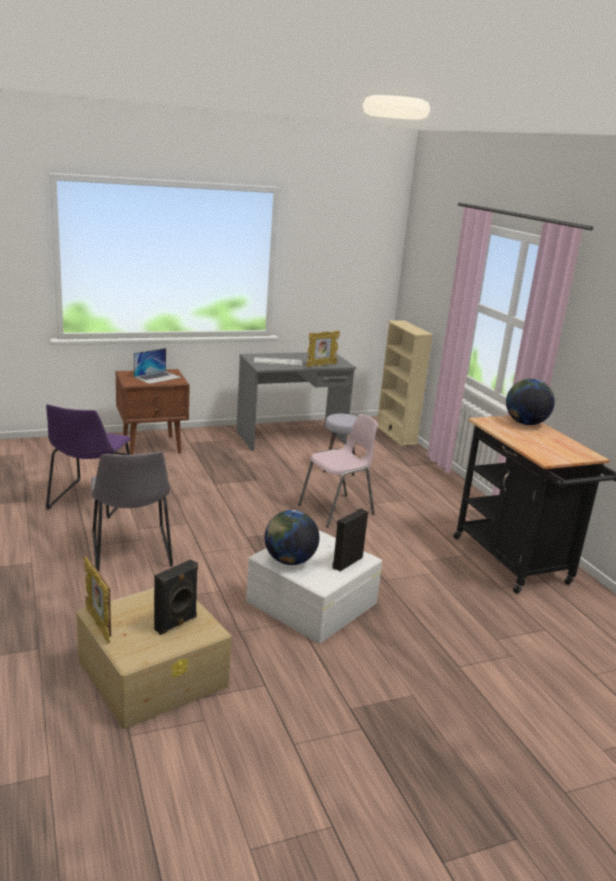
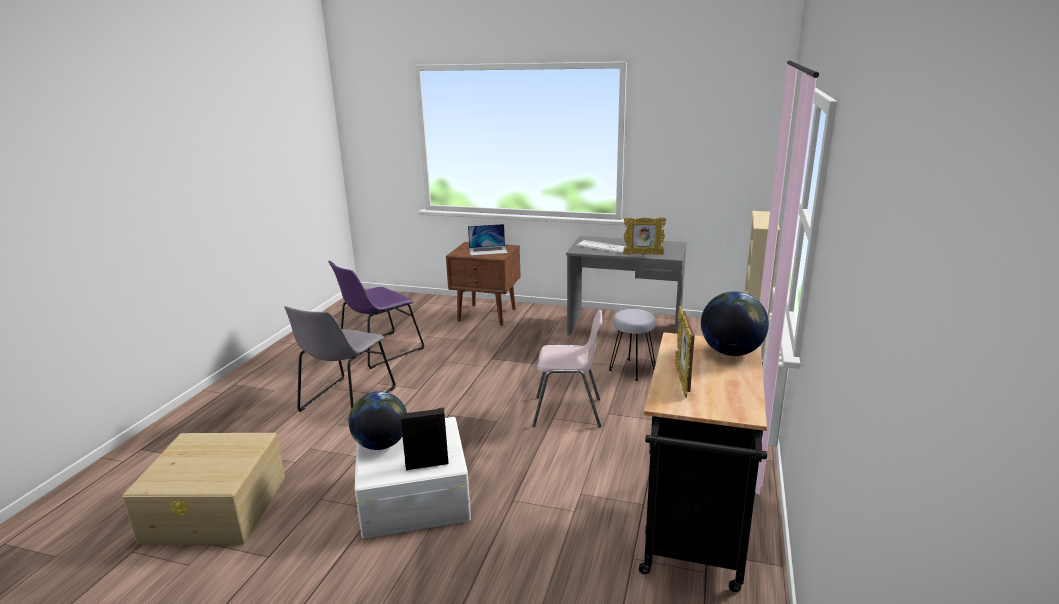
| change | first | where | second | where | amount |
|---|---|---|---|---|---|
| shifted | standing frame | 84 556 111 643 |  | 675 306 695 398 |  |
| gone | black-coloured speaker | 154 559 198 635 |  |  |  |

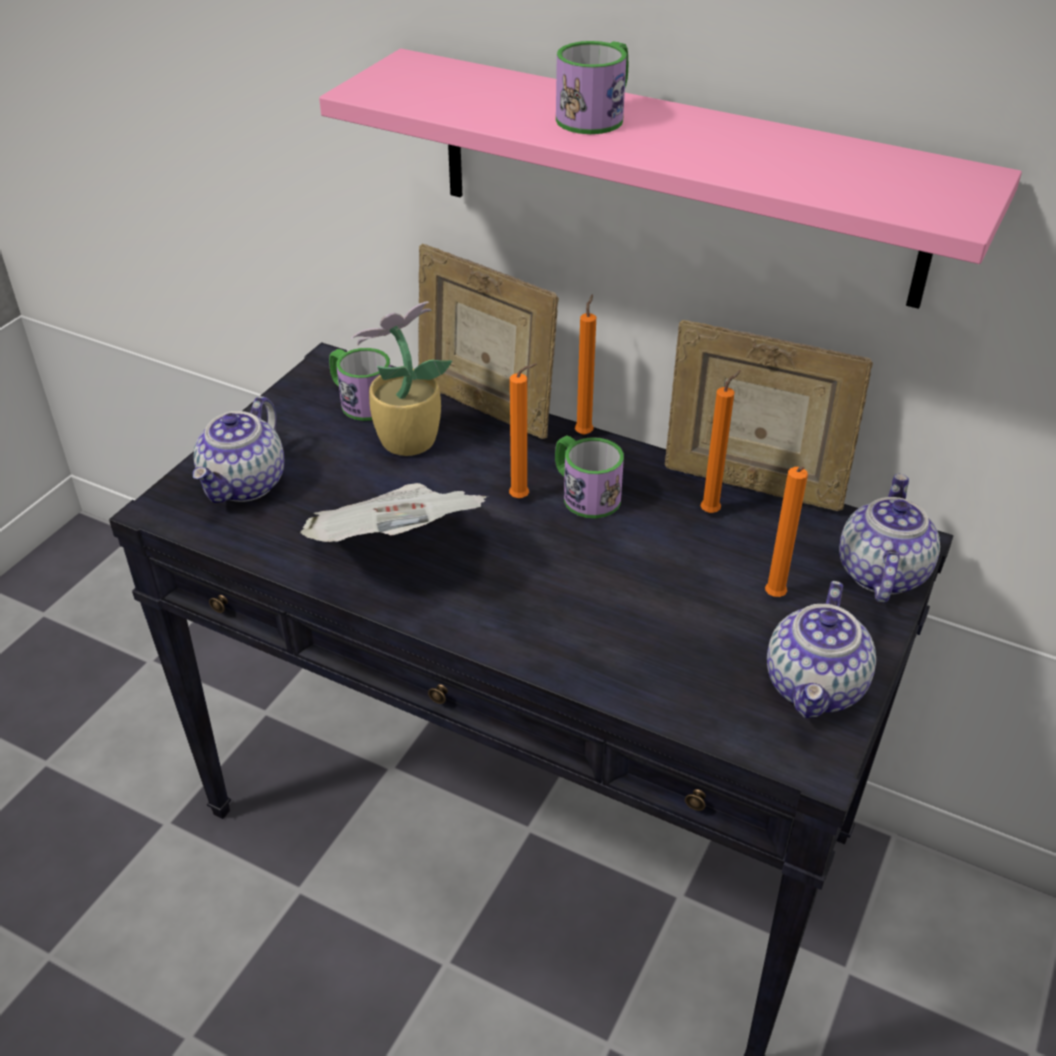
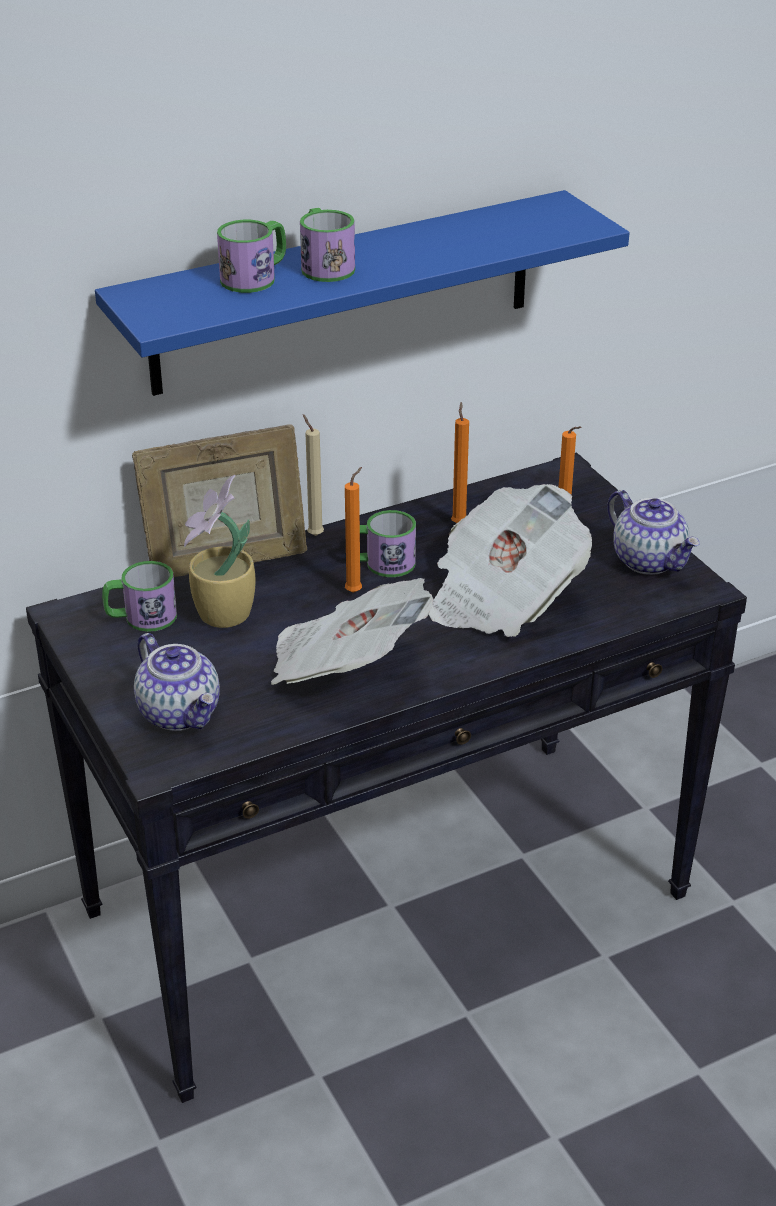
| change | first | where | second | where | amount |
|---|---|---|---|---|---|
| repainted | pink shelf | 319 49 1022 309 | bluish shelf | 95 190 629 396 |  |
| repainted | orange candle | 575 294 596 435 | beige candle | 303 414 324 536 |  |
| gone | standing frame | 665 320 873 511 |  |  |  |
| gone | tea pot | 839 474 940 603 |  |  |  |
| new |  |  | mug | 217 220 286 293 |  |
| new |  |  | daily paper | 429 484 592 637 |  |

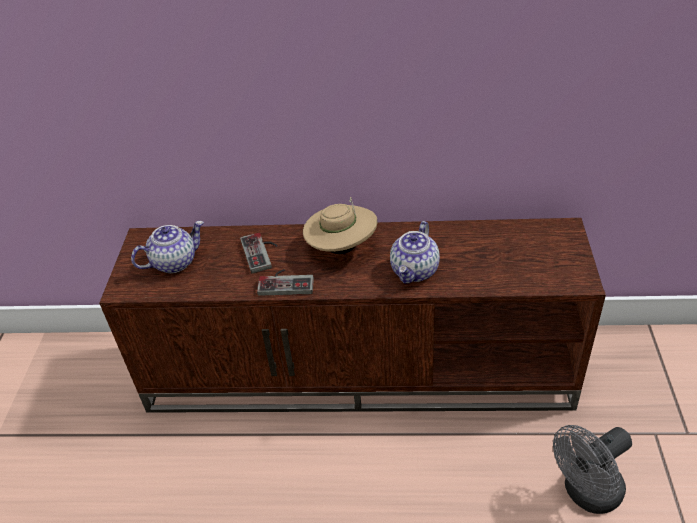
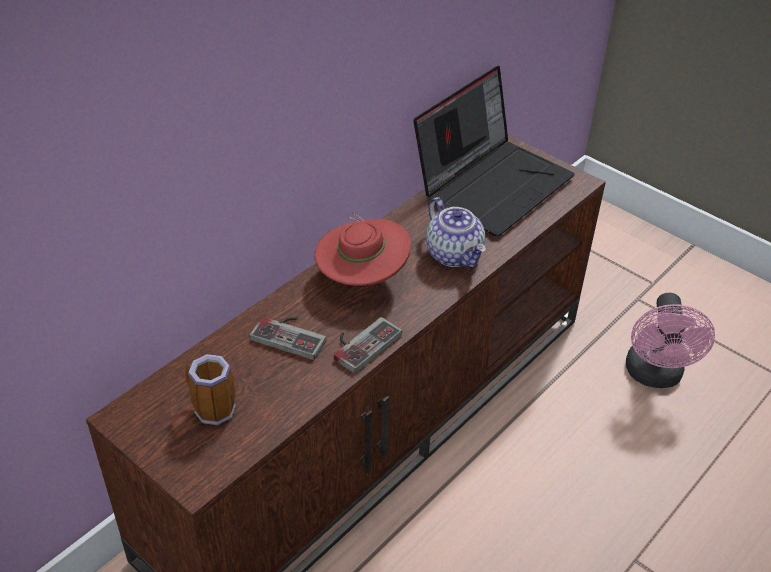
| change | first | where | second | where | amount |
|---|---|---|---|---|---|
| repainted | beige hat | 303 197 378 254 | reddish hat | 314 212 411 287 |  |
| swapped | tea pot | 131 221 204 273 | mug | 185 354 236 425 |  |
| repainted | gray fan | 553 425 632 514 | pink fan | 626 293 715 388 |  |
| new |  |  | notebook computer | 413 66 575 237 |  |

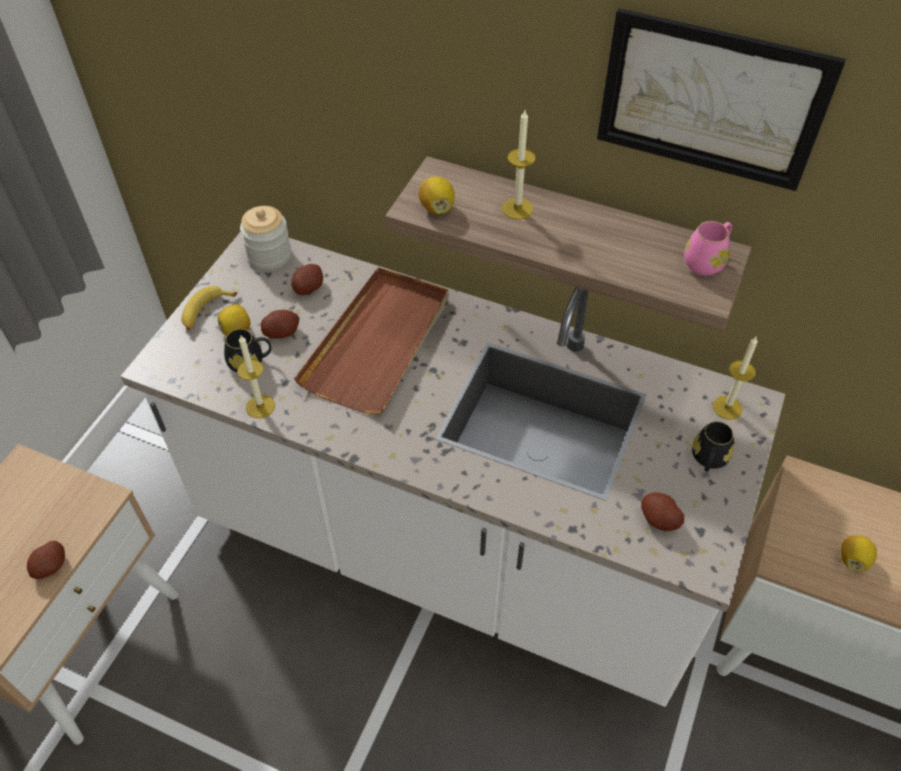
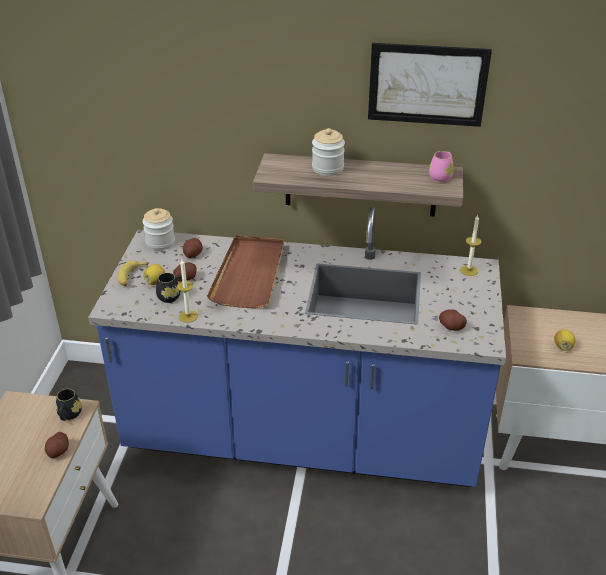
| change | first | where | second | where | amount |
|---|---|---|---|---|---|
| swapped | candle | 502 110 535 219 | jar | 312 128 345 176 |  |
| gone | citrus fruit | 418 176 455 214 |  |  |  |
| repainted | white kitchen counter | 120 232 785 707 | bluish kitchen counter | 88 207 506 487 |  |
| shifted | black-coloured mug | 692 421 734 472 |  | 56 389 82 421 |  |

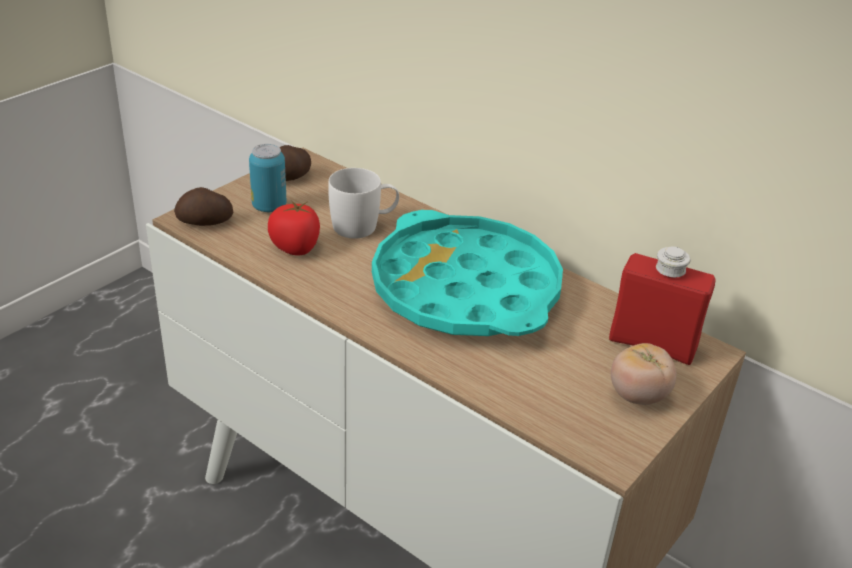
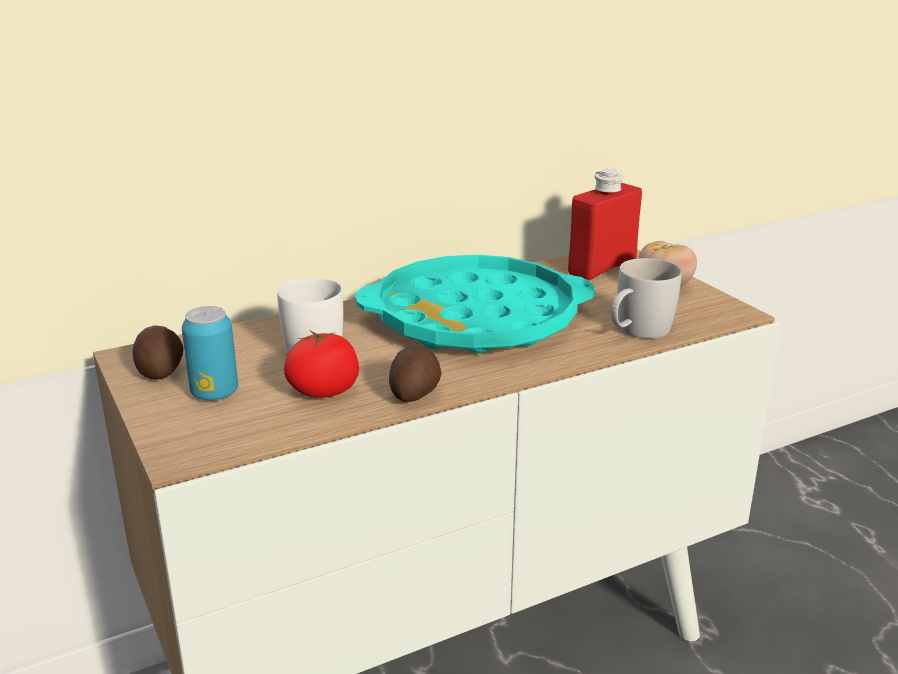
| change | first | where | second | where | amount |
|---|---|---|---|---|---|
| shifted | whole potato | 174 187 233 226 |  | 389 346 442 402 |  |
| new |  |  | white mug | 611 258 682 339 |  |

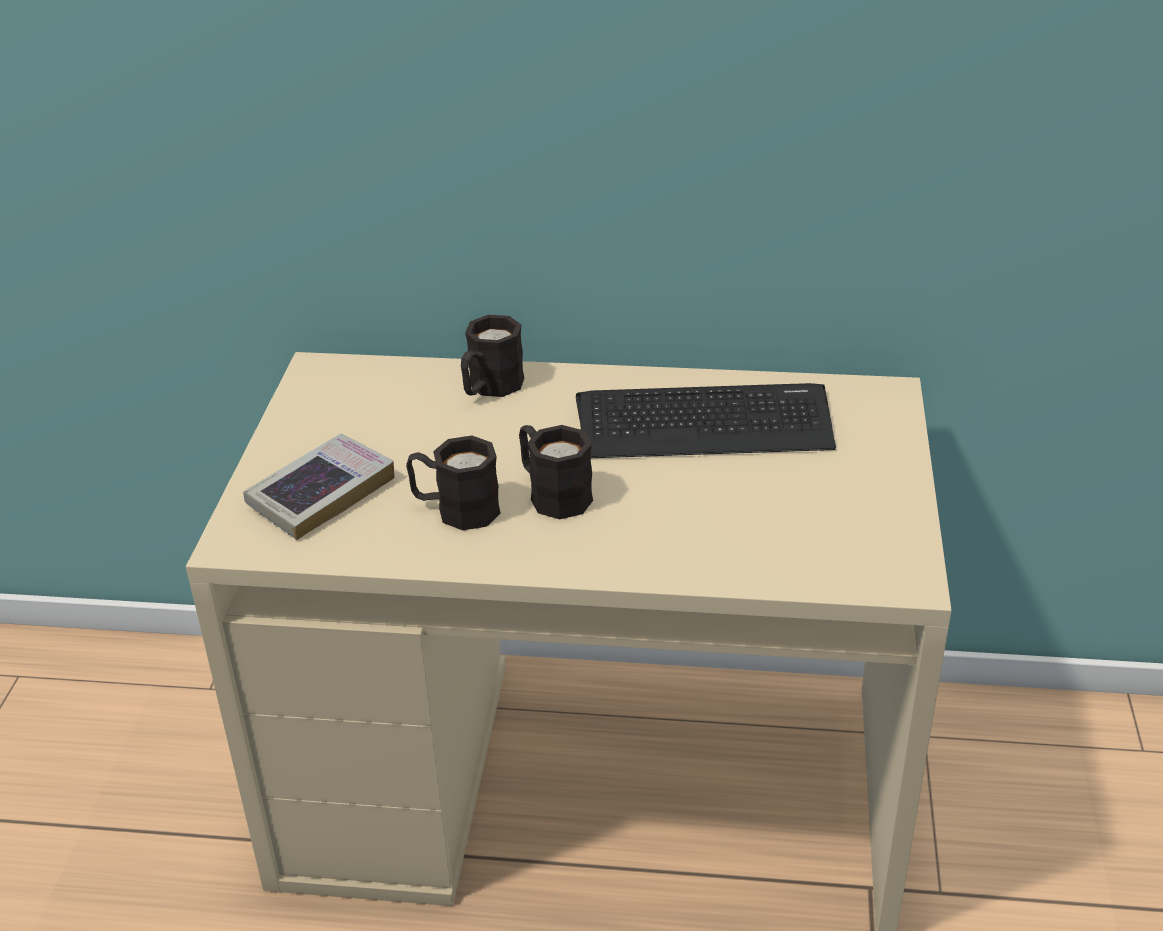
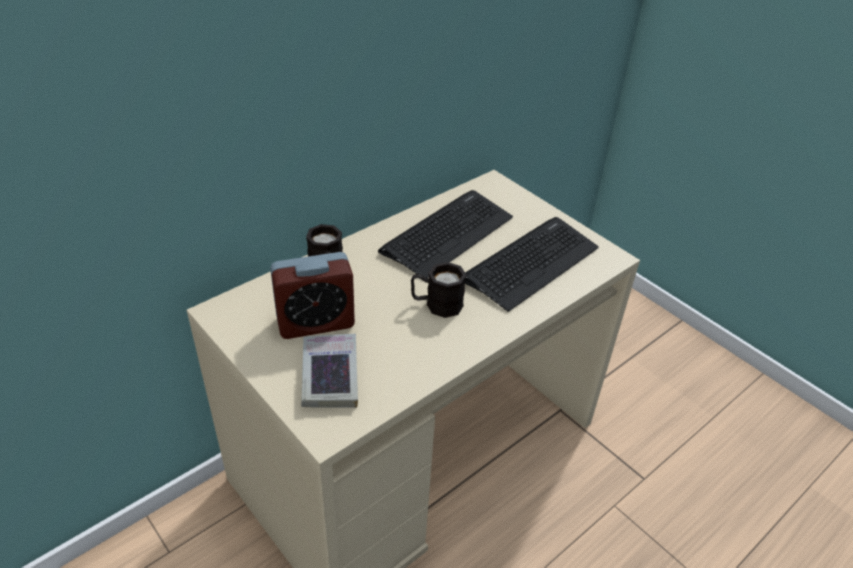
| change | first | where | second | where | amount |
|---|---|---|---|---|---|
| gone | black-coloured mug | 406 436 501 530 |  |  |  |
| new |  |  | PC keyboard | 465 217 599 312 |  |
| new |  |  | table clock | 270 252 355 339 |  |

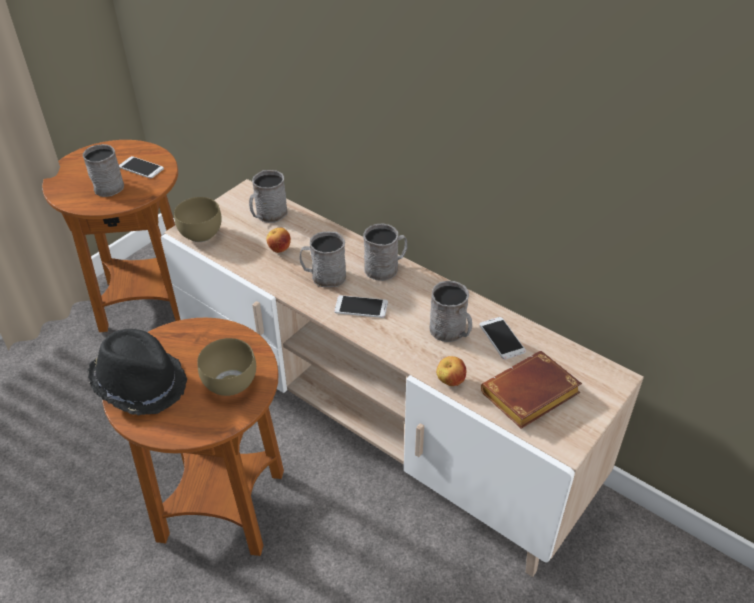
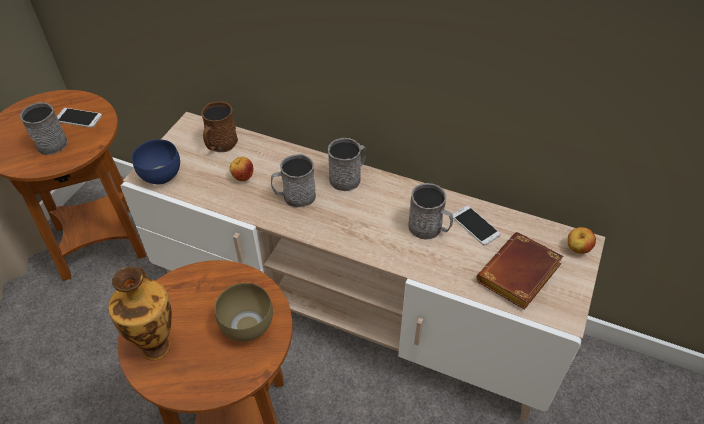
| change | first | where | second | where | amount |
|---|---|---|---|---|---|
| repainted | gray mug | 249 170 287 223 | brown mug | 201 101 238 152 |  |
| repainted | brown serving bowl | 174 197 222 242 | bluish serving bowl | 132 139 180 185 |  |
| gone | phone | 334 295 388 318 |  |  |  |
| swapped | black-coloured hat | 88 329 187 416 | vase | 108 266 172 361 |  |
| shifted | apple | 436 356 466 386 |  | 568 227 596 254 |  |

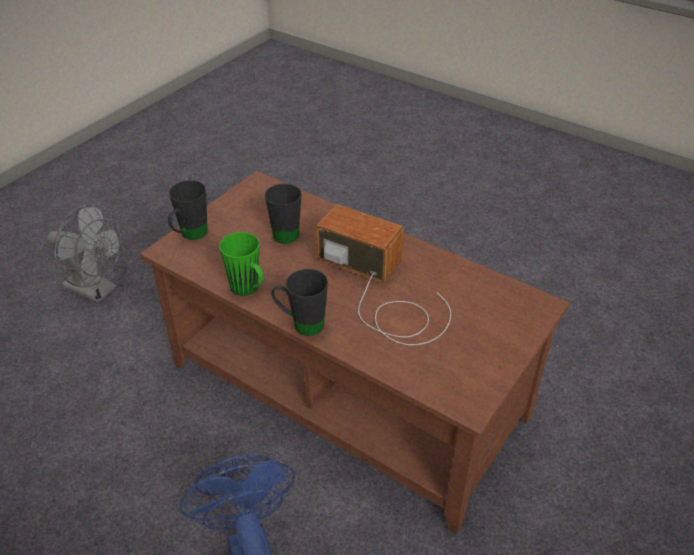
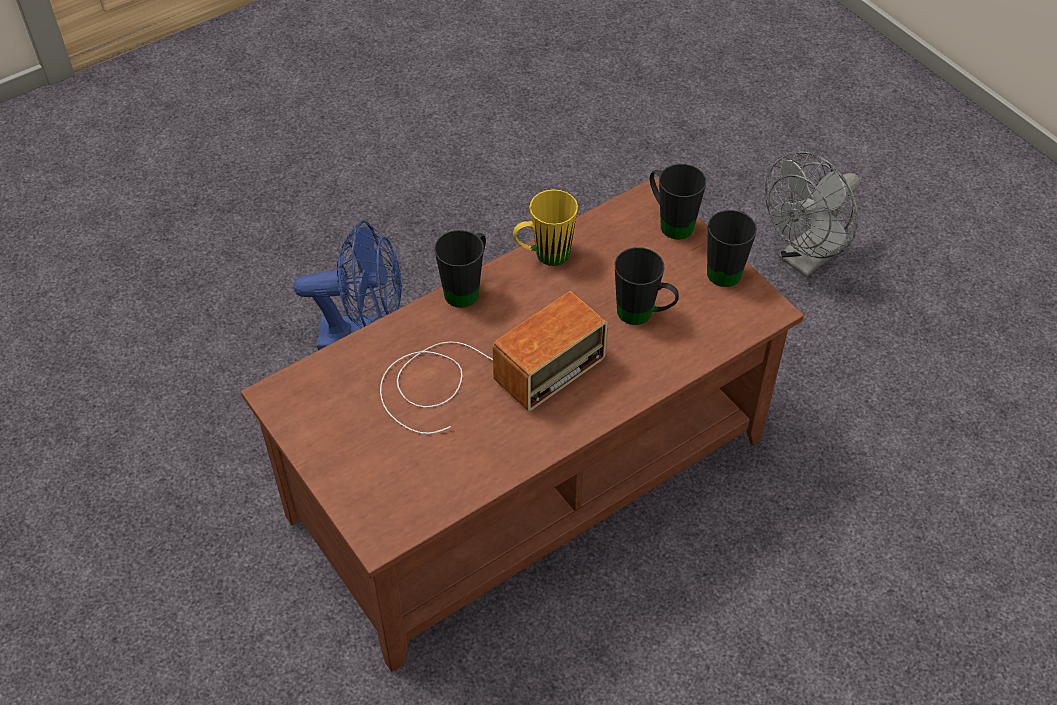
| change | first | where | second | where | amount |
|---|---|---|---|---|---|
| repainted | green-coloured mug | 219 232 264 296 | yellow mug | 513 189 578 266 |  |
| new |  |  | black-coloured mug | 707 210 757 287 |  |

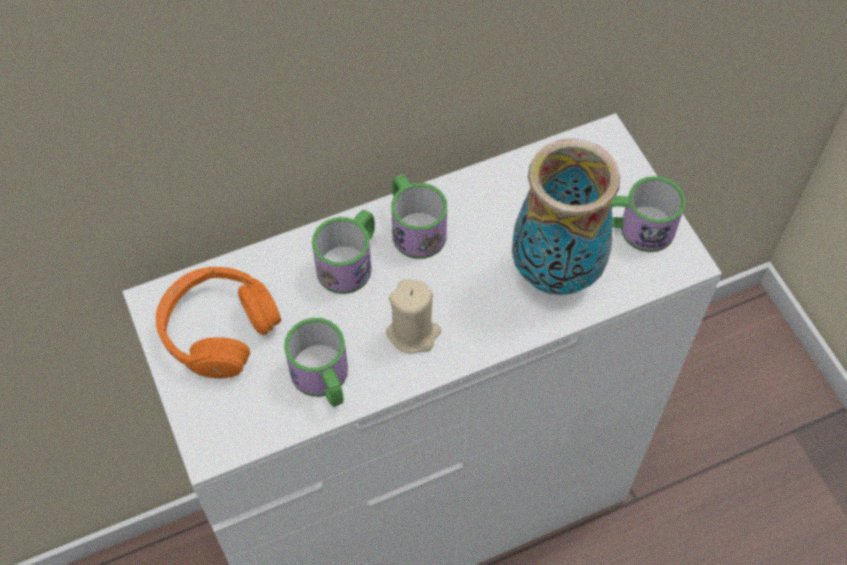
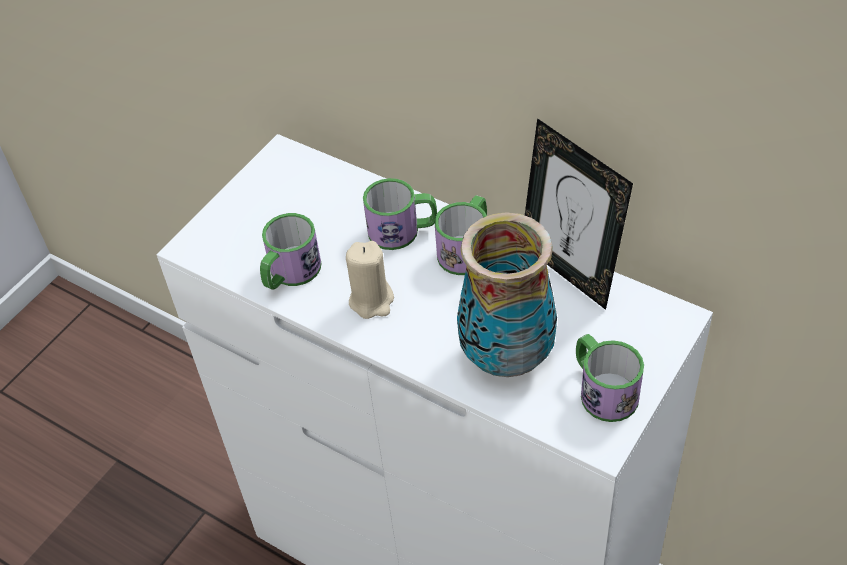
| change | first | where | second | where | amount |
|---|---|---|---|---|---|
| gone | orange headset | 156 267 281 378 |  |  |  |
| new |  |  | standing frame | 525 118 633 310 |  |

